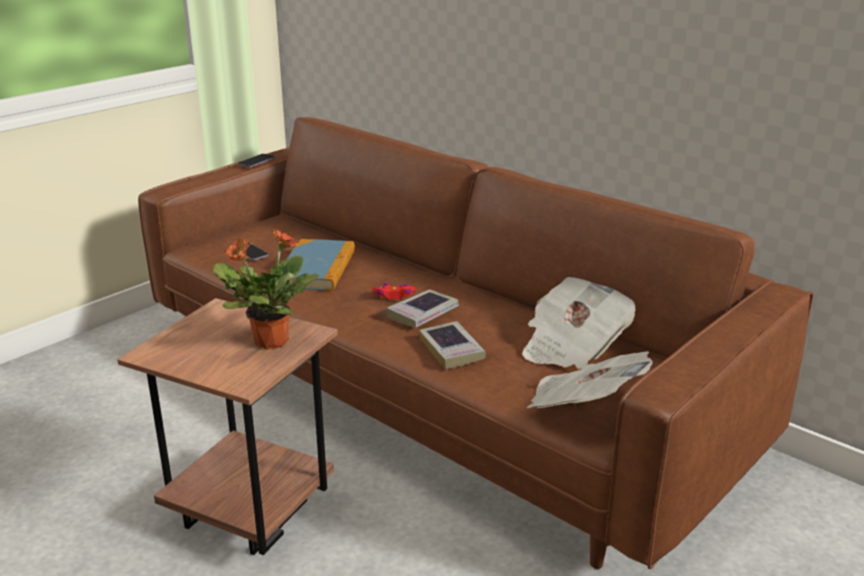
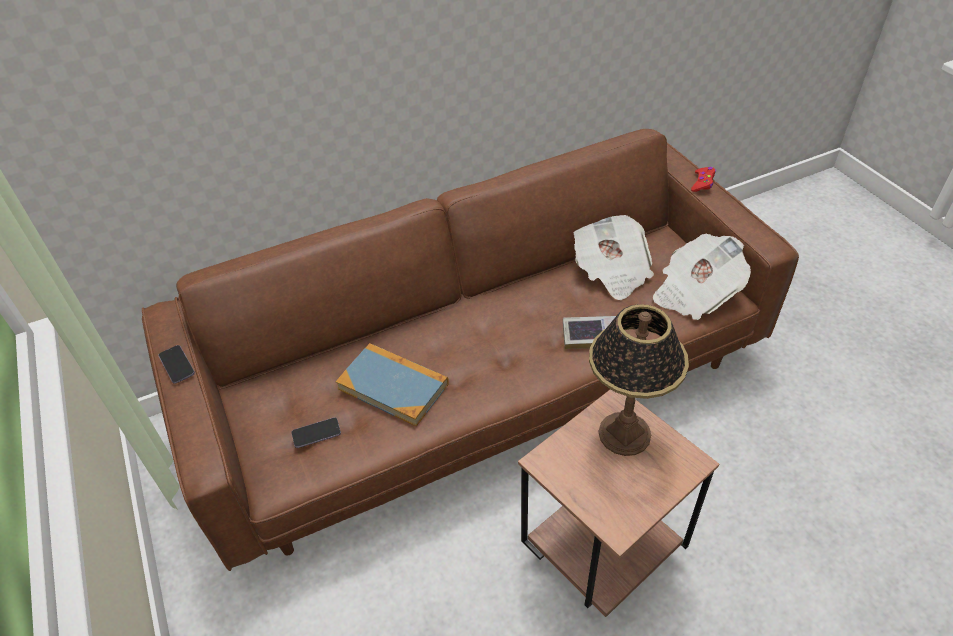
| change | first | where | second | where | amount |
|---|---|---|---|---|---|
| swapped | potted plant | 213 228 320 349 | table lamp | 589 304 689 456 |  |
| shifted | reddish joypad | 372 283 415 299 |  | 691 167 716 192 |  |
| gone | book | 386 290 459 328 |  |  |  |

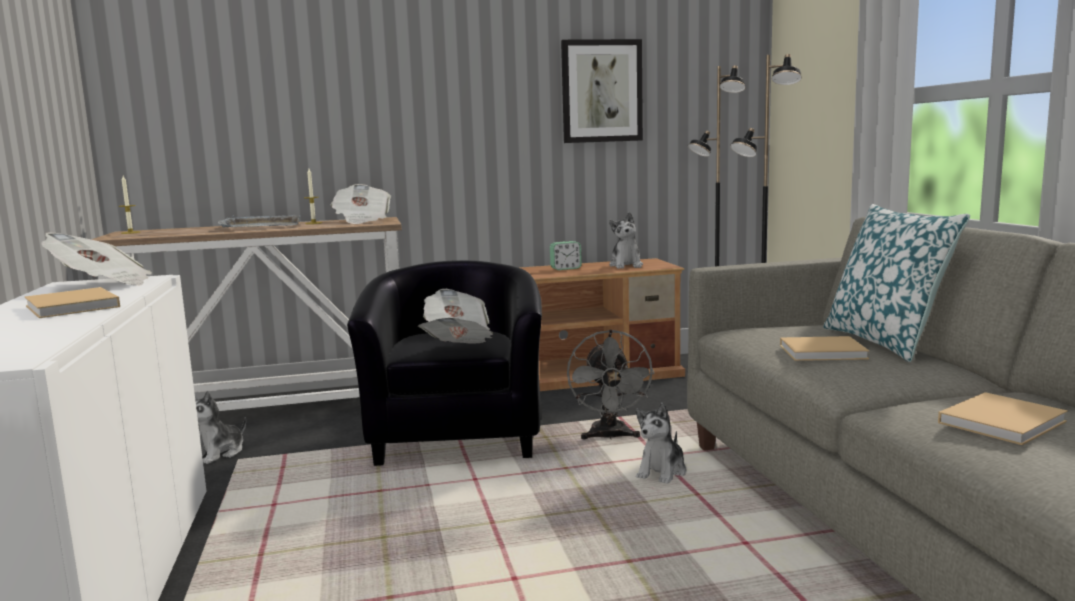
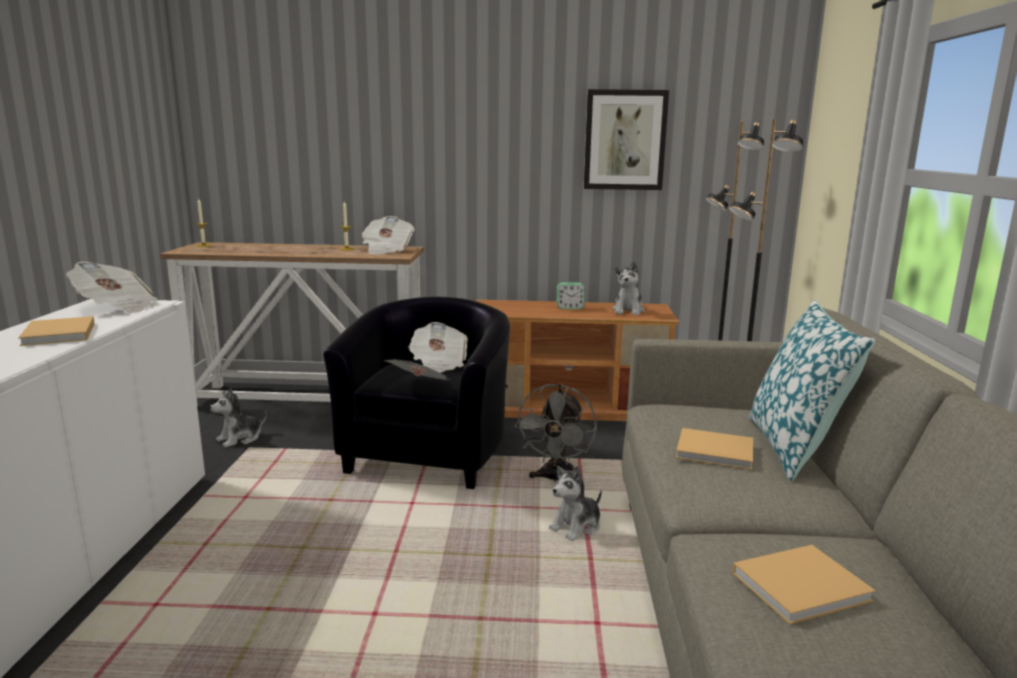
| change | first | where | second | where | amount |
|---|---|---|---|---|---|
| gone | gray serving tray | 218 215 300 227 |  |  |  |

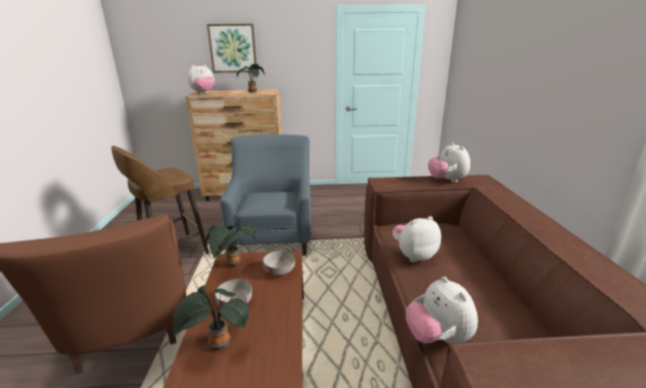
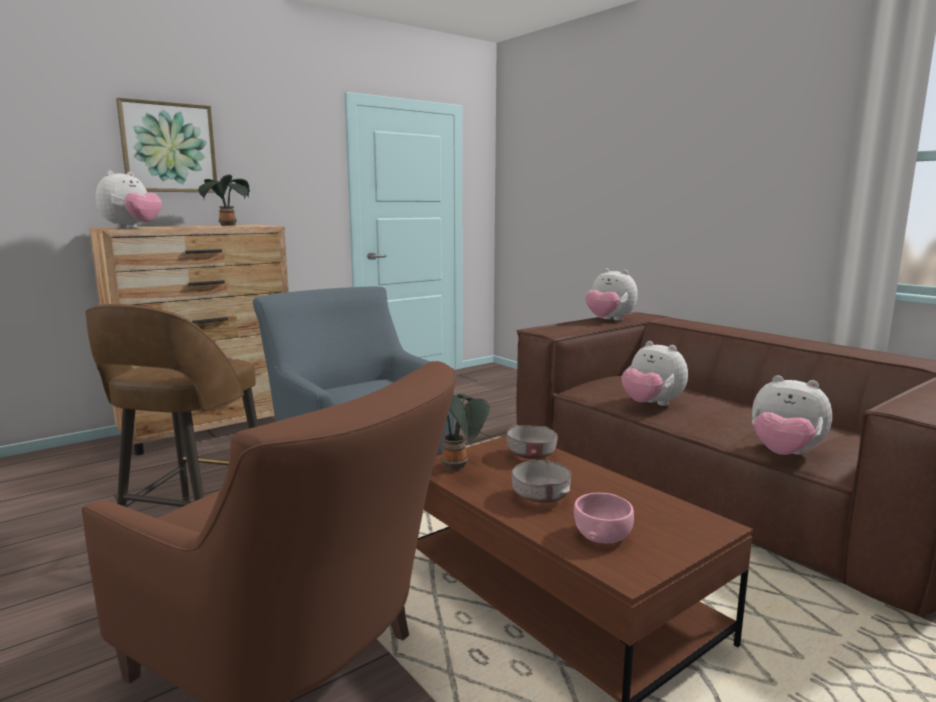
| change | first | where | second | where | amount |
|---|---|---|---|---|---|
| rotated | plush toy | 392 216 441 262 |  | 622 341 688 406 | 75 degrees counterclockwise |
| swapped | potted plant | 172 285 249 350 | pink serving bowl | 574 493 634 544 |  |

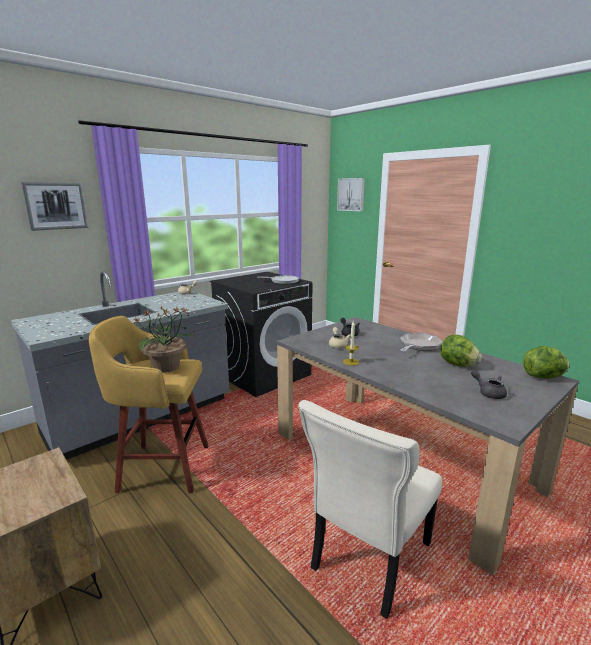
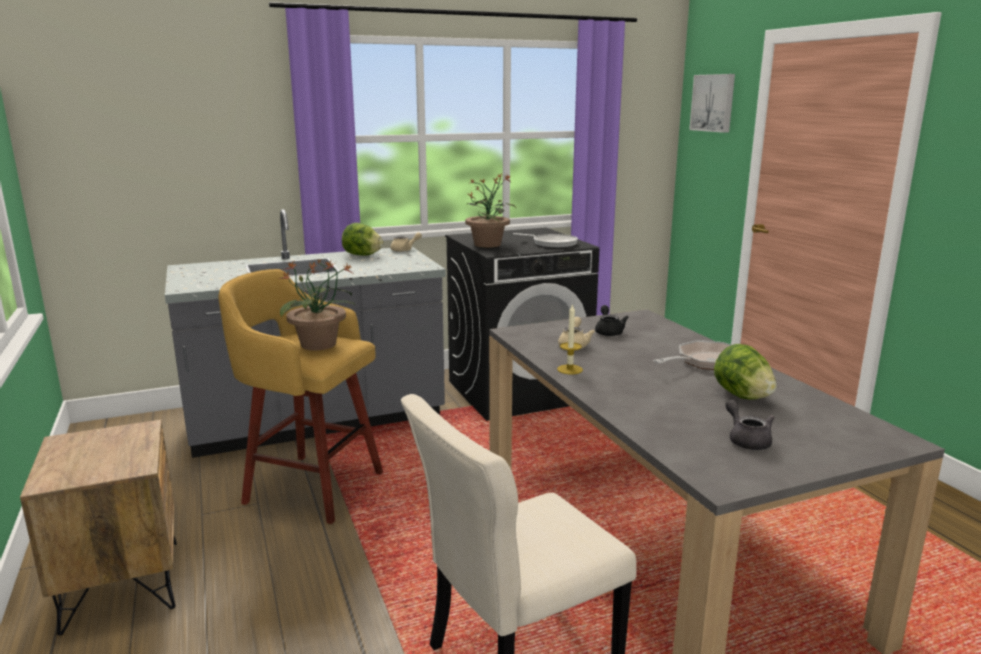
| change | first | where | second | where | amount |
|---|---|---|---|---|---|
| gone | picture | 21 182 88 231 |  |  |  |
| shifted | lettuce head | 523 346 569 378 |  | 342 223 383 256 |  |
| new |  |  | potted plant | 465 174 517 248 |  |

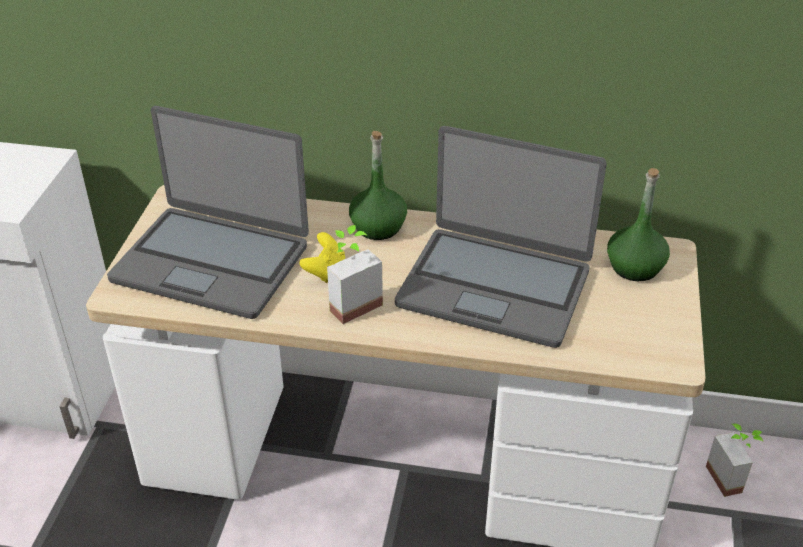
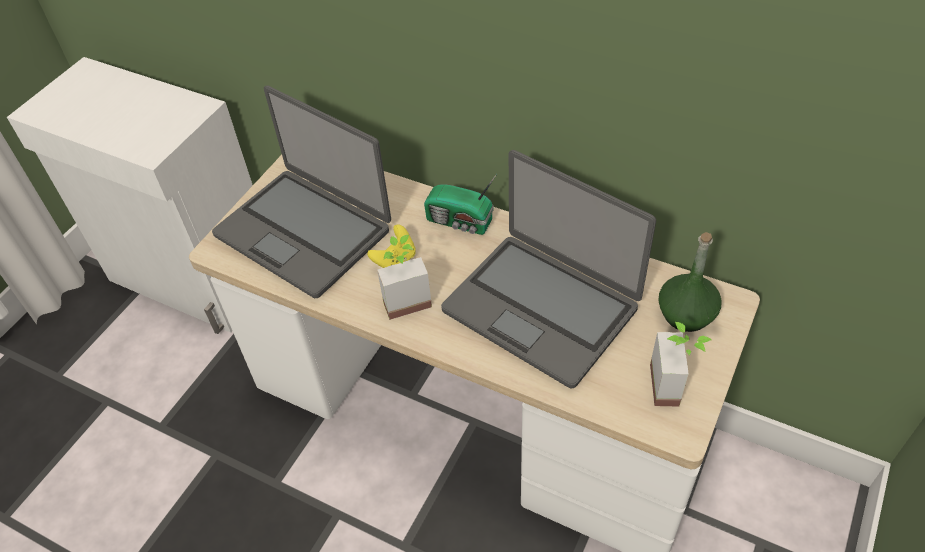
| change | first | where | second | where | amount |
|---|---|---|---|---|---|
| swapped | green-coloured bottle | 349 131 407 240 | radio | 424 174 497 235 |  |
| shifted | potted plant | 706 424 764 497 |  | 650 322 712 406 |  |

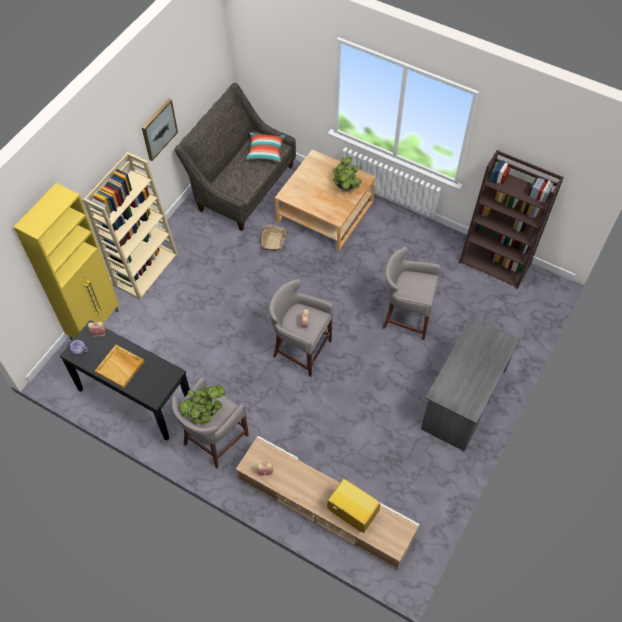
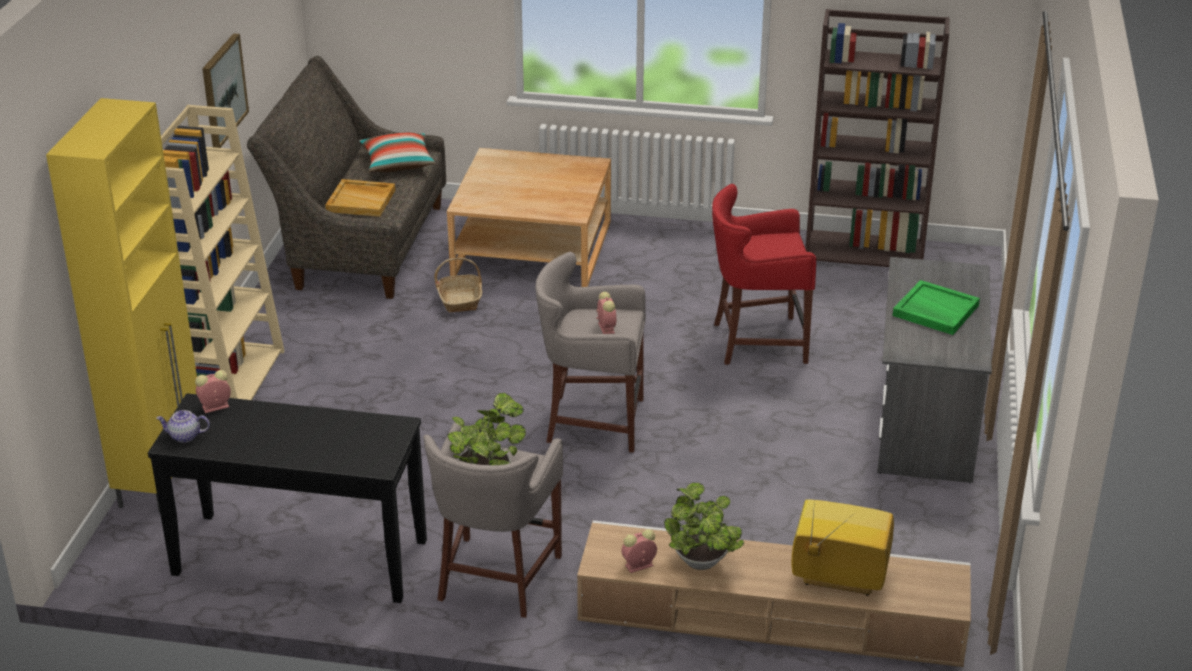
| change | first | where | second | where | amount |
|---|---|---|---|---|---|
| shifted | potted plant | 333 157 362 192 |  | 664 483 744 570 |  |
| repainted | gray sitting stool | 383 247 441 340 | reddish sitting stool | 712 184 816 365 |  |
| shifted | beige serving tray | 95 345 144 389 |  | 325 179 395 217 |  |
| new |  |  | green-coloured serving tray | 893 280 980 335 |  |

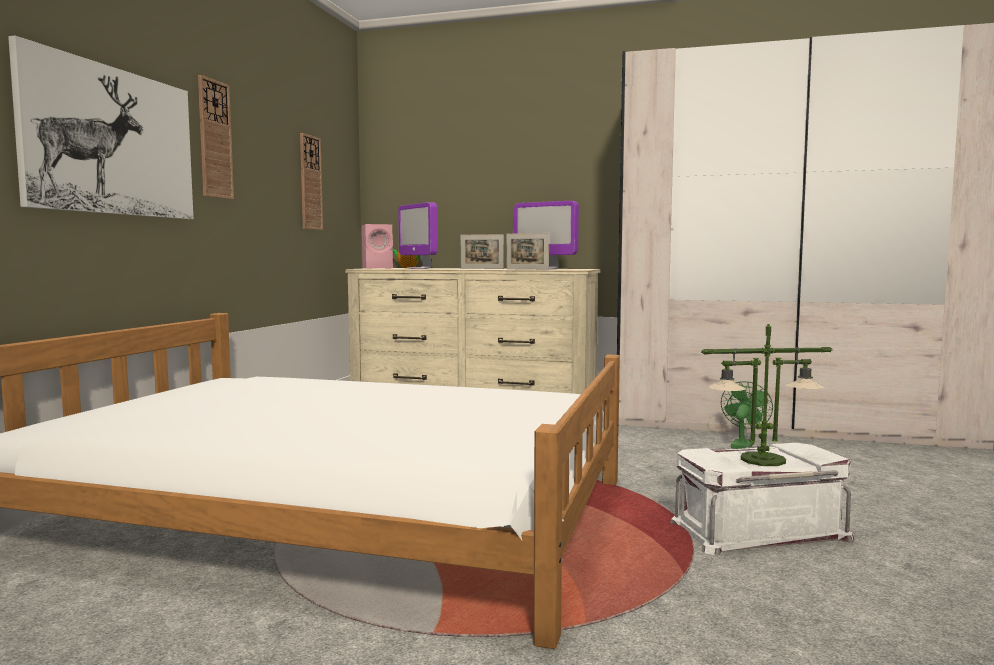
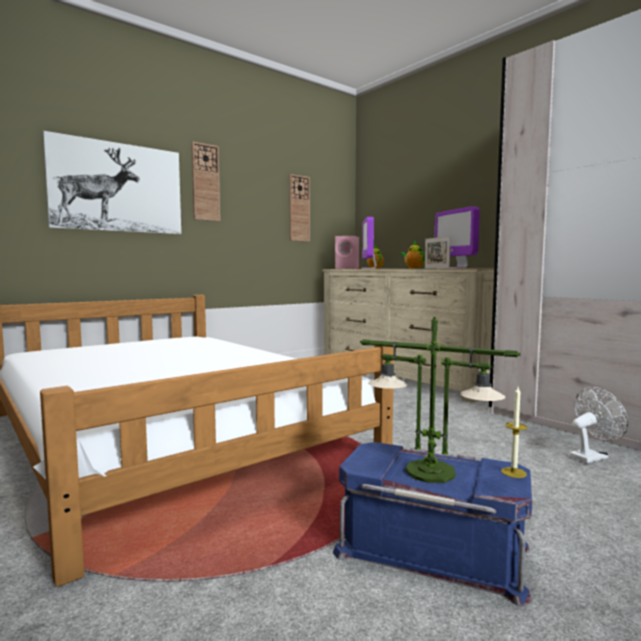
| change | first | where | second | where | amount |
|---|---|---|---|---|---|
| swapped | standing frame | 460 234 504 269 | tea pot | 401 242 425 269 |  |
| repainted | green-coloured fan | 721 381 773 449 | white fan | 570 387 628 463 |  |
| repainted | white storage box | 670 443 854 555 | bluish storage box | 333 442 533 606 |  |
| new |  |  | candle | 501 387 527 478 |  |

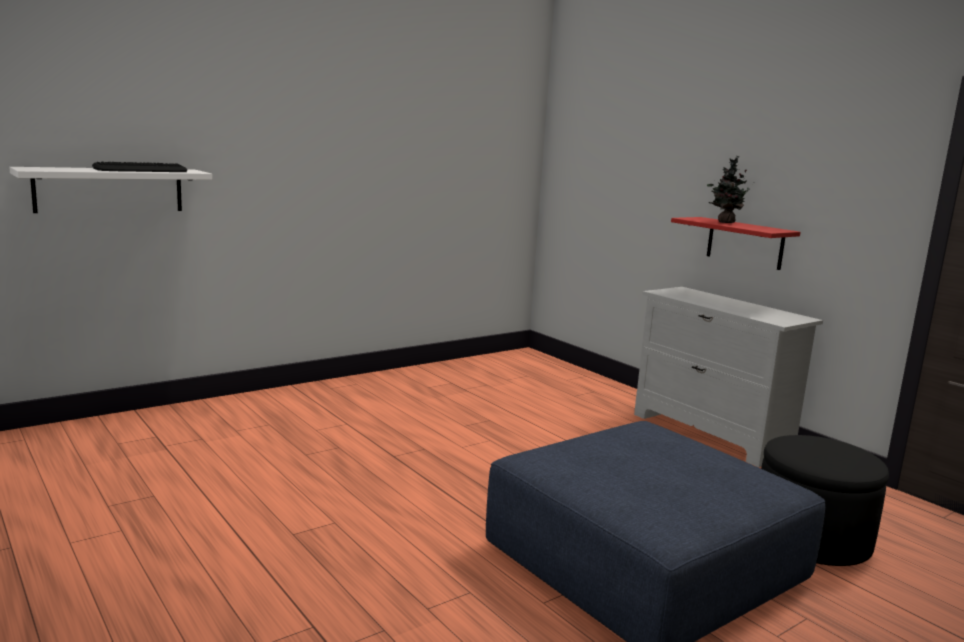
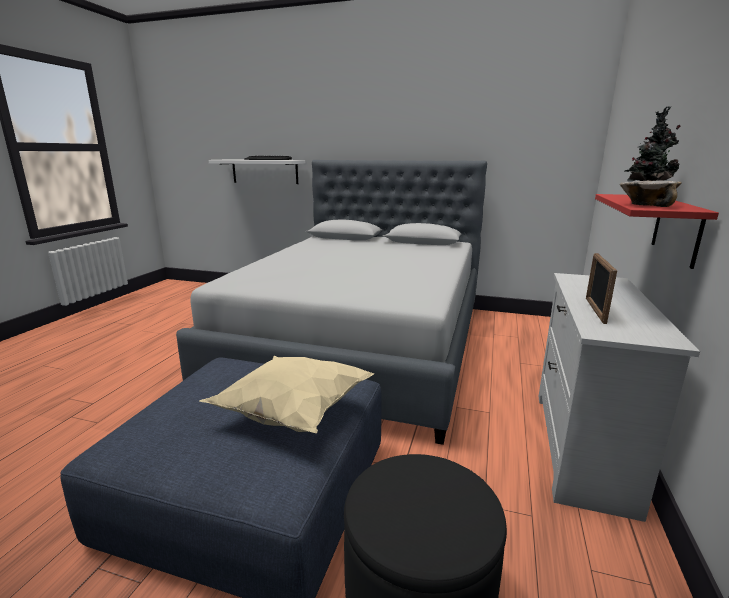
| change | first | where | second | where | amount |
|---|---|---|---|---|---|
| new |  |  | gray sleeping bed | 176 160 487 445 |  |
| new |  |  | serving bowl | 620 181 682 207 |  |
| new |  |  | standing frame | 586 253 617 324 |  |
| new |  |  | beige pillow | 199 356 374 433 |  |

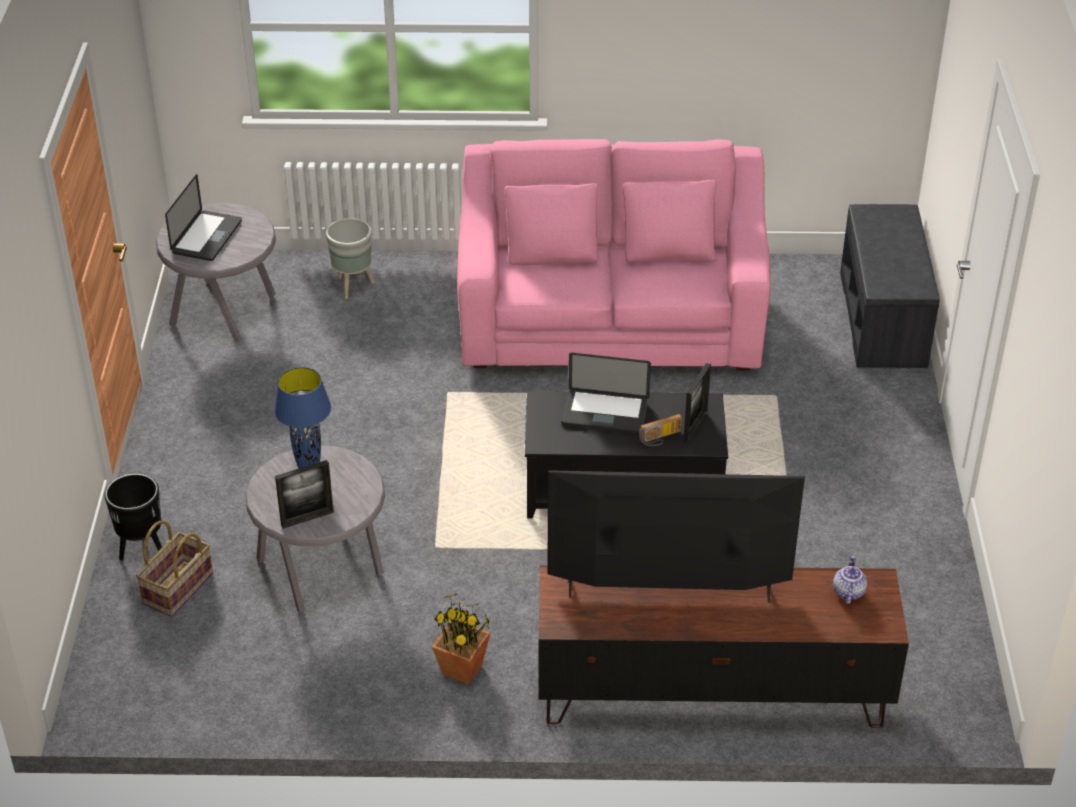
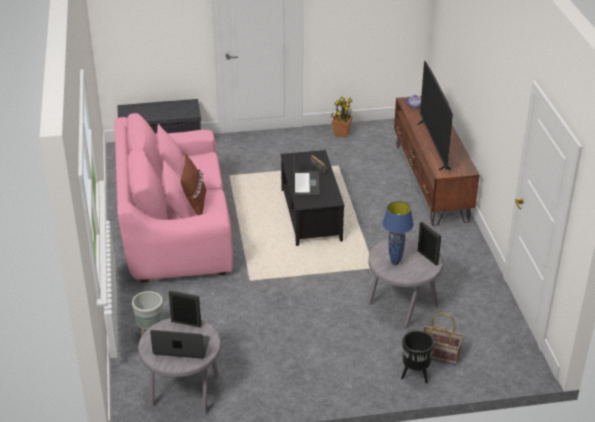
| change | first | where | second | where | amount |
|---|---|---|---|---|---|
| shifted | standing frame | 683 363 711 442 |  | 168 291 201 327 |  |
| shifted | potted plant | 432 594 490 684 |  | 331 97 353 138 |  |
| new |  |  | brown pillow | 181 154 206 216 |  |

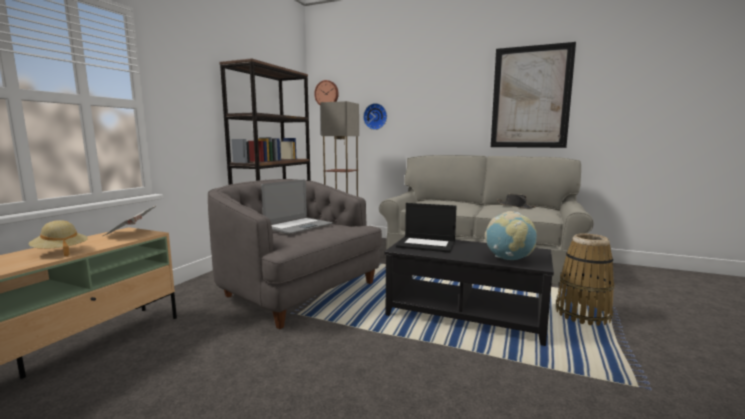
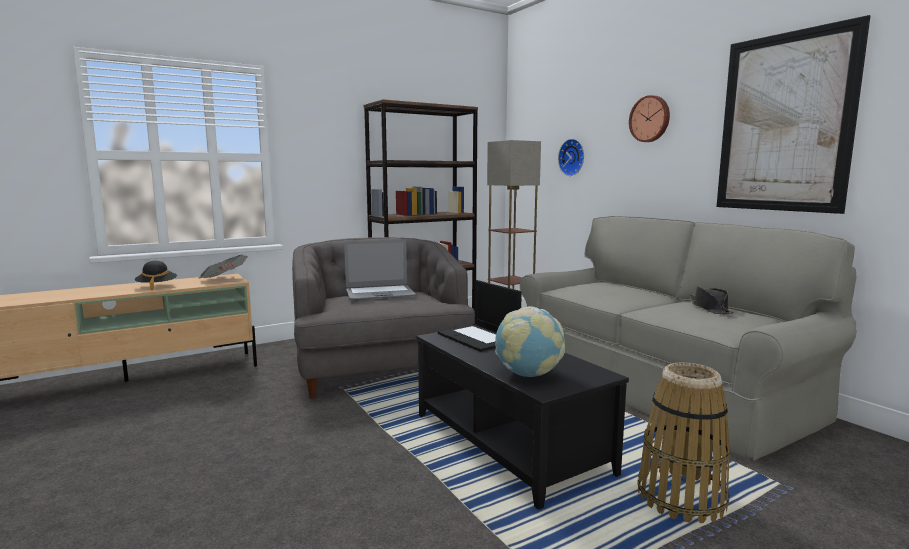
| change | first | where | second | where | amount |
|---|---|---|---|---|---|
| shifted | hanging clock | 314 80 339 105 |  | 629 95 670 142 |  |
| repainted | beige hat | 28 220 88 256 | black-coloured hat | 134 261 177 291 |  |

